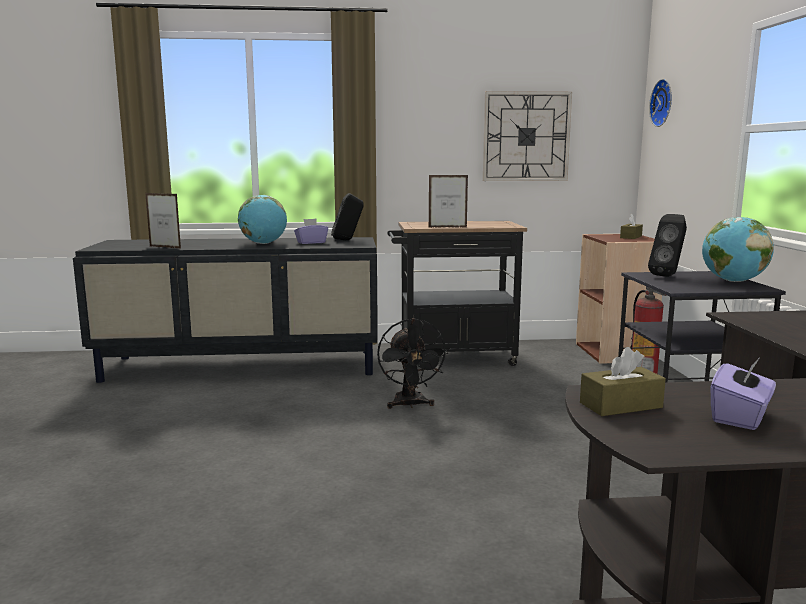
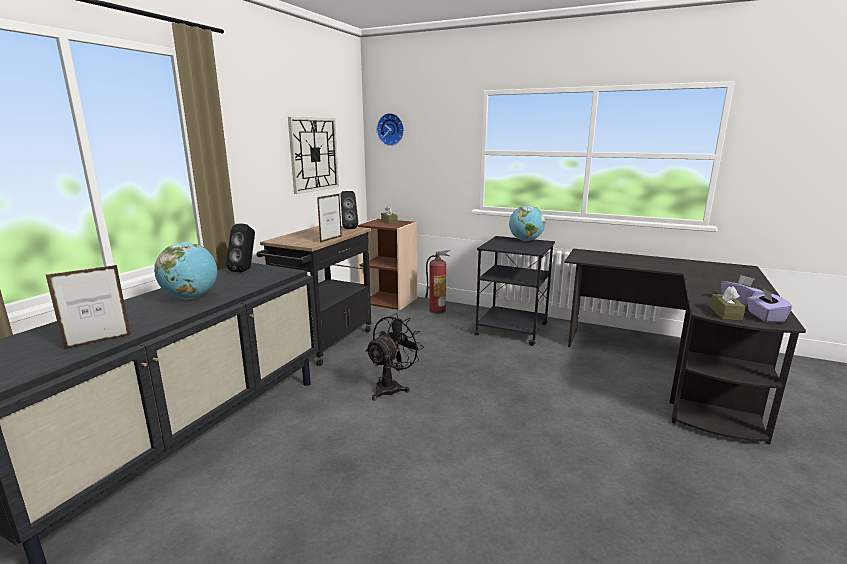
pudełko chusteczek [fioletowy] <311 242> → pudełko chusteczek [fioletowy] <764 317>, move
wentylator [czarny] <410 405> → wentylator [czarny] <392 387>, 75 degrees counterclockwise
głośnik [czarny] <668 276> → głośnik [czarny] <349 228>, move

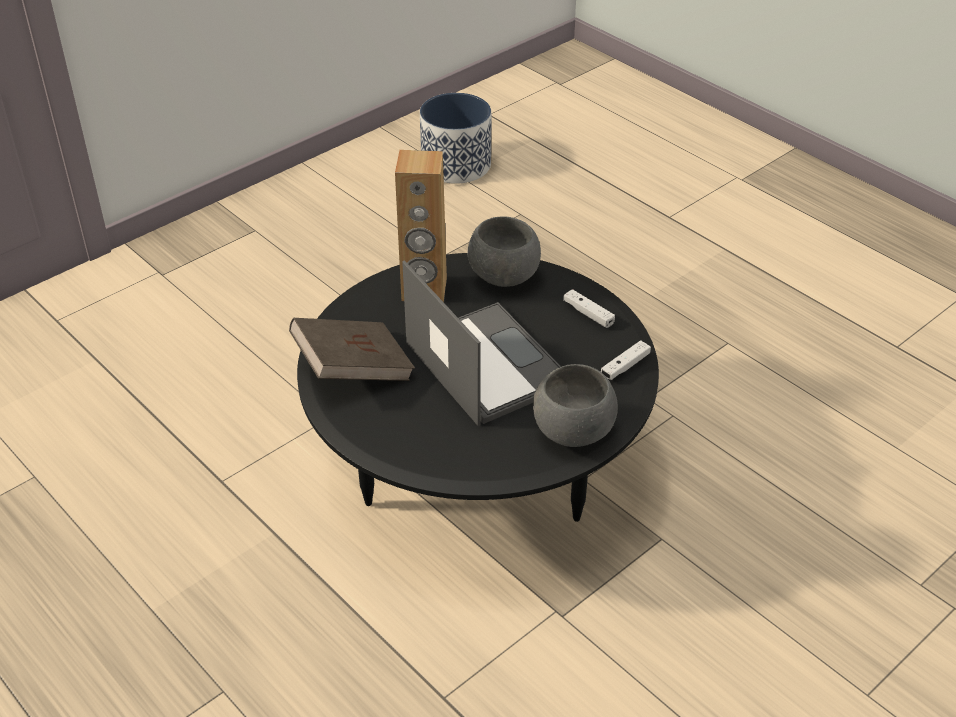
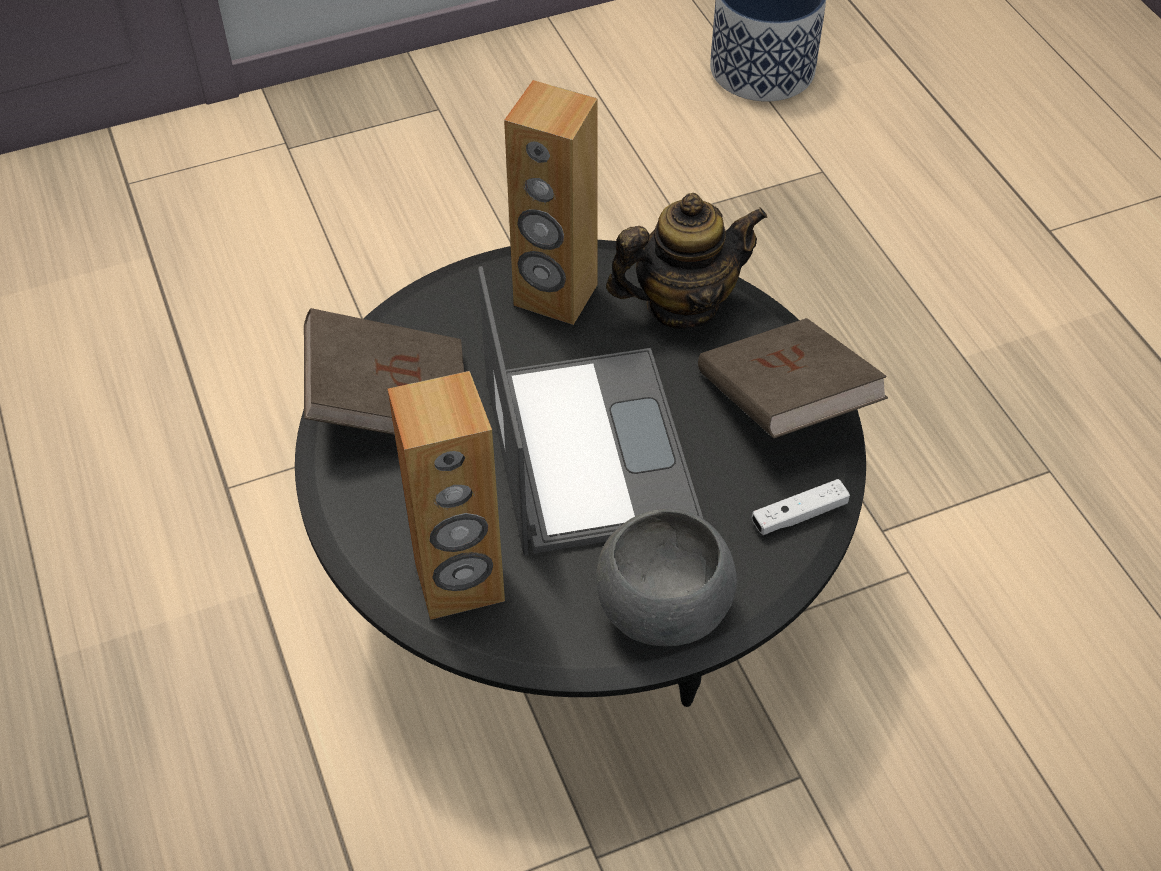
miska [szary] <503 277> → imbryk <682 305>
pad do gier [biały] <588 314> → książka [brązowy] <784 404>
- → głośnik [brązowy] <459 583>

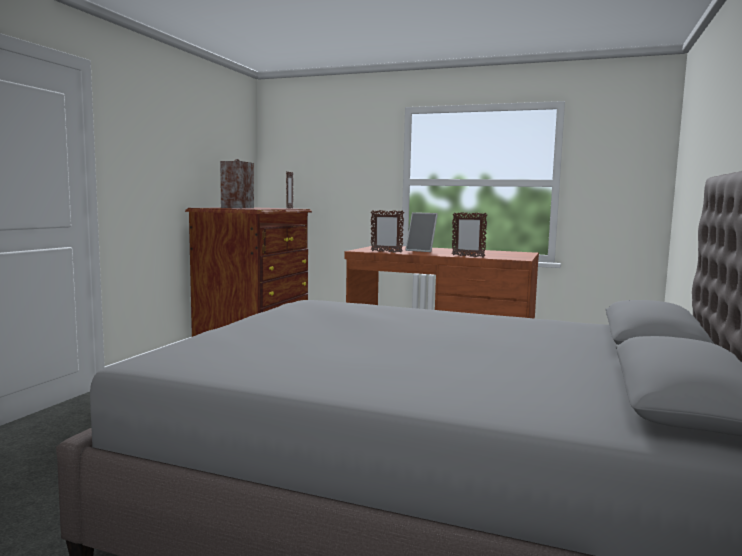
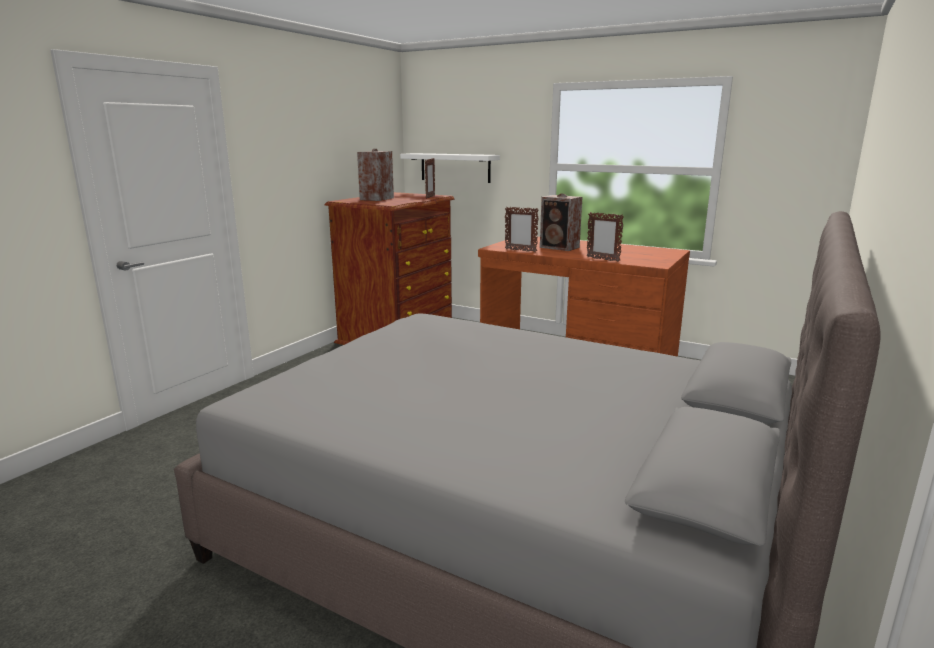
ramka na zdjęcie <421 250> → głośnik <560 247>
- → półka [biały] <455 167>

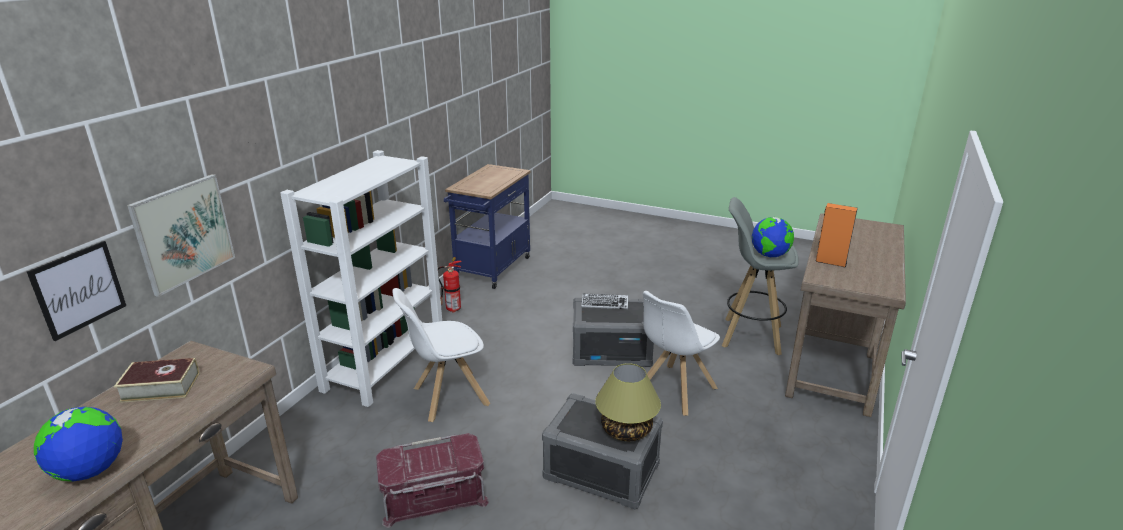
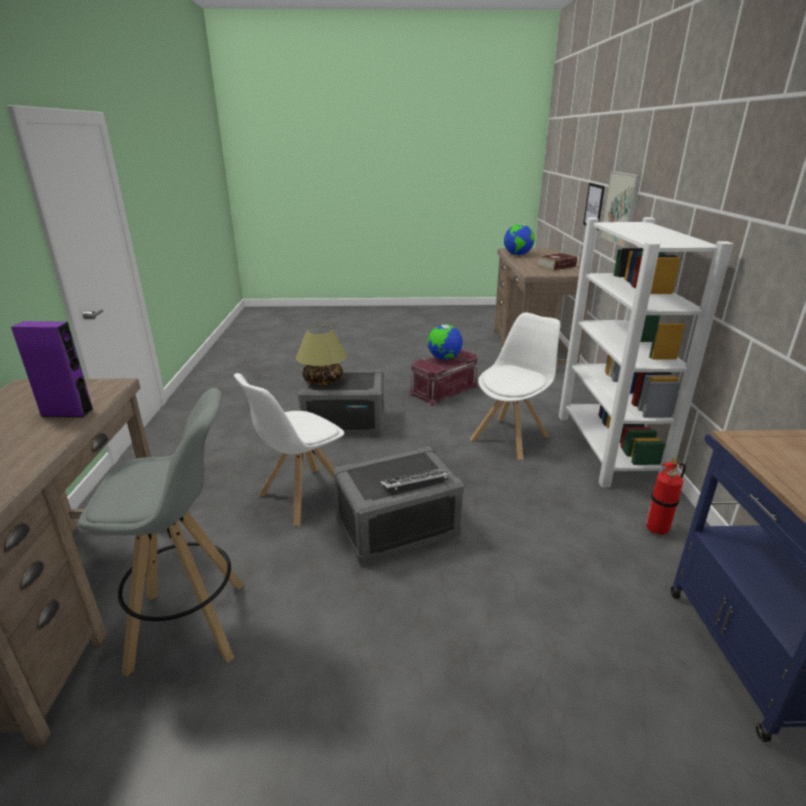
krzesło [biały] <674 391> → krzesło [biały] <302 497>, 150 degrees counterclockwise
globus <770 255> → globus <444 358>, move
głośnik [pomarańczowy] <831 262> → głośnik [fioletowy] <67 412>

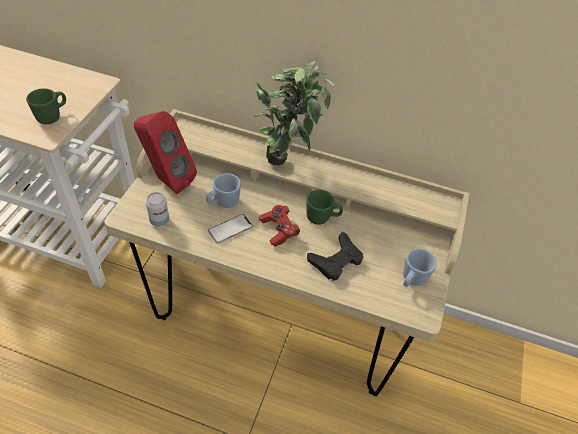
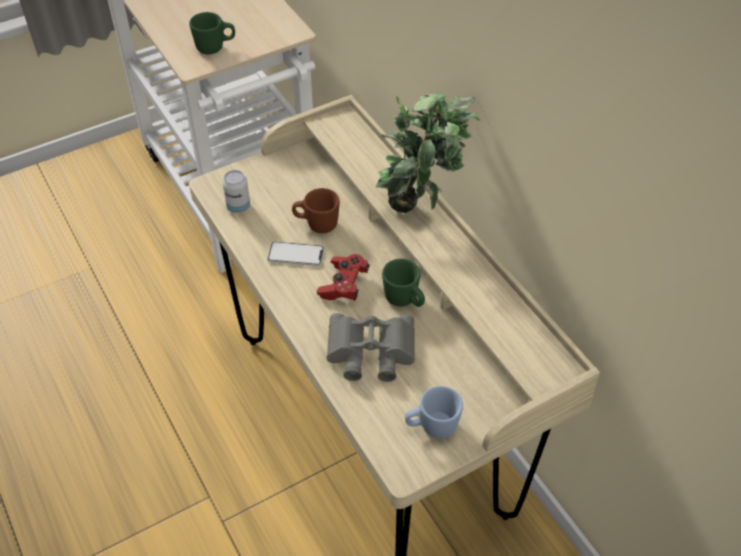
głośnik [czerwony] <167 180> → -
kubek [niebieski] <223 203> → kubek [brązowy] <316 224>
pad do gier [czarny] <336 260> → lornetka [szary] <370 352>

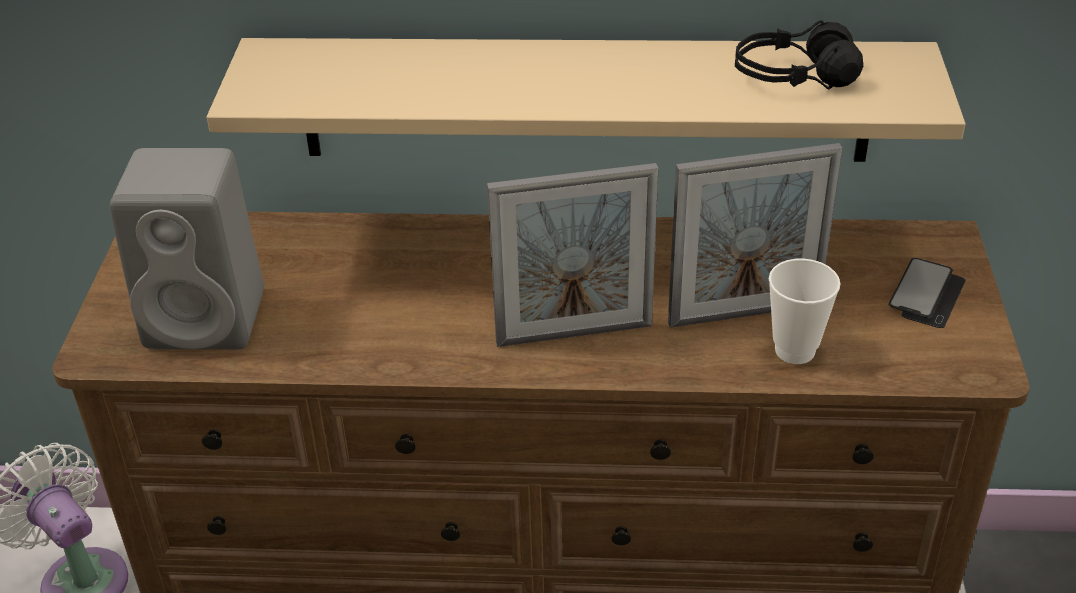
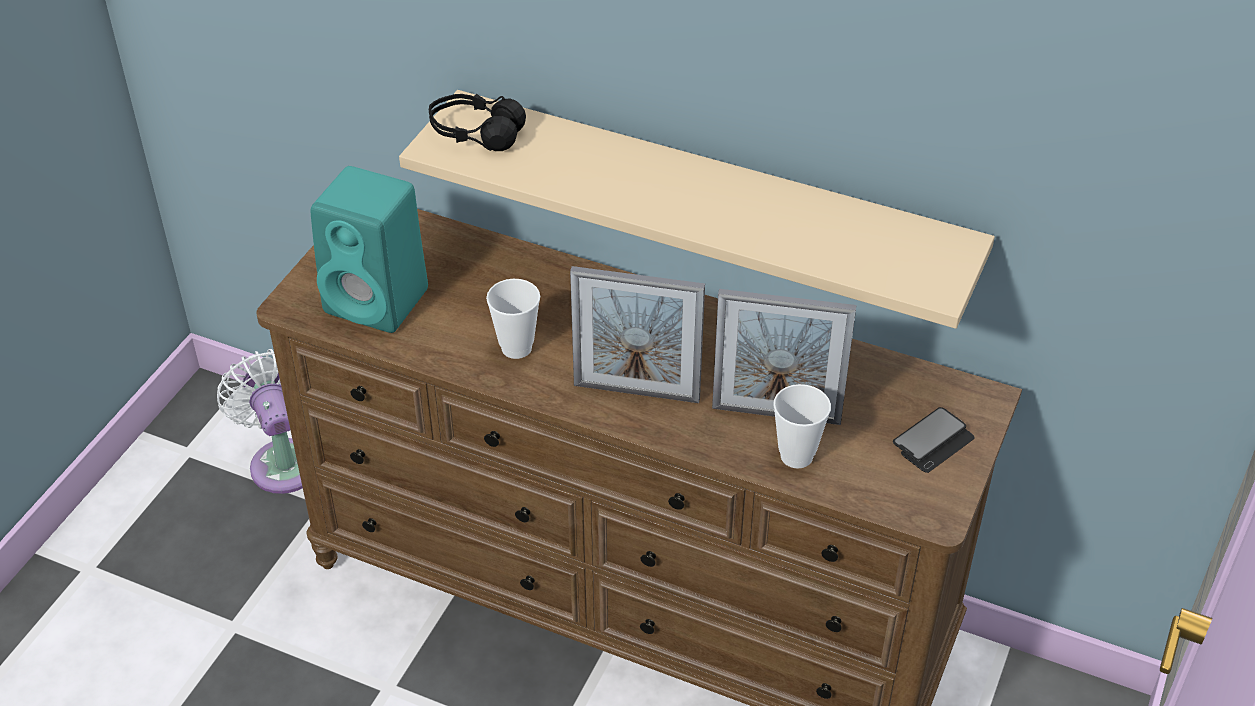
głośnik [szary] <210 318> → głośnik [turkusowy] <380 301>
słuchawki [czarny] <794 77> → słuchawki [czarny] <476 134>, move
- → filiżanka <516 348>

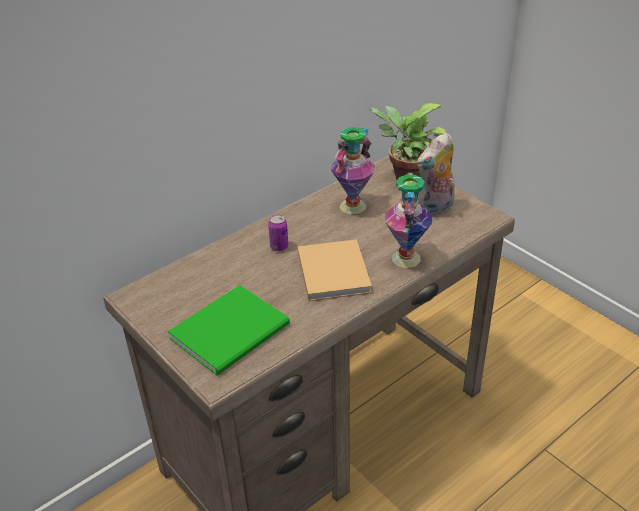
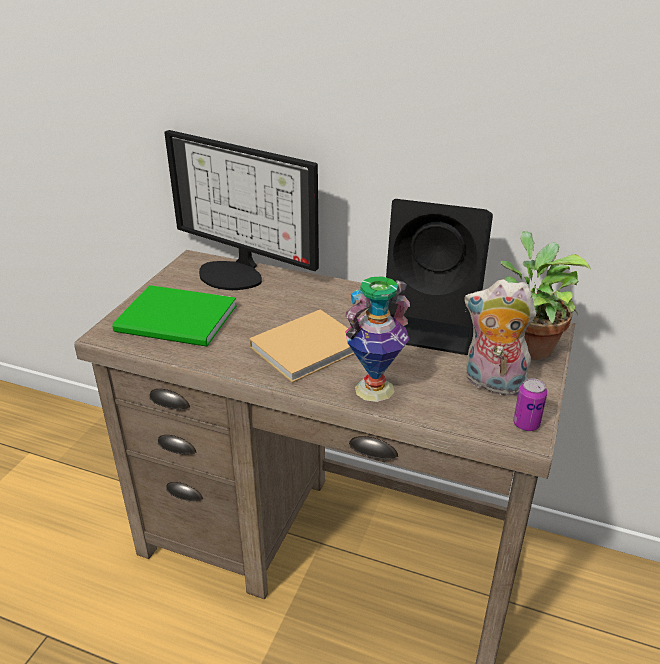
puszka <279 247> → puszka <526 424>, move
wazon <352 206> → głośnik [czarny] <435 325>
- → monitor <236 273>

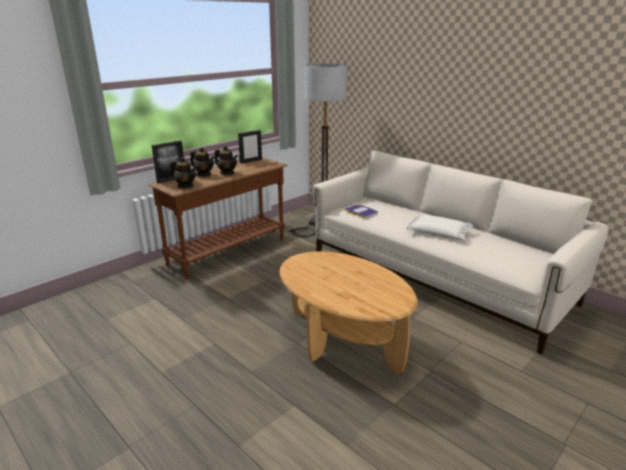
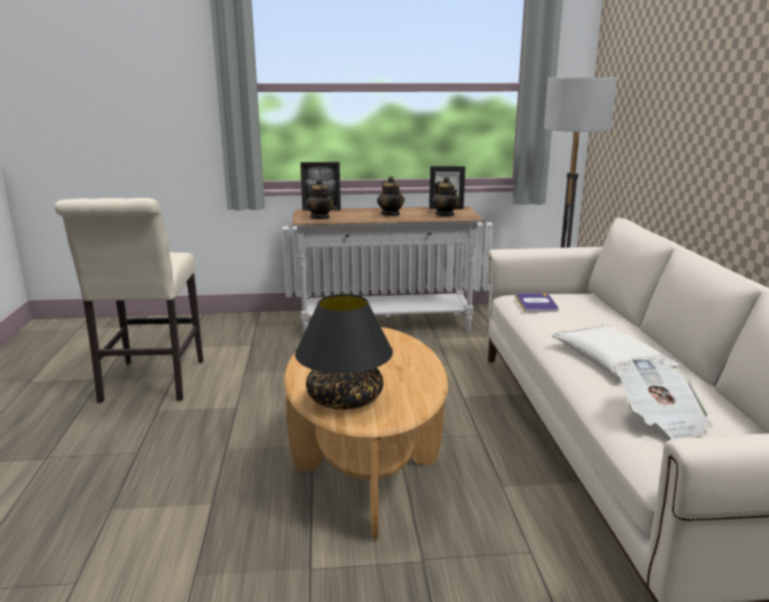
stolik konsolowy [brązowy] <229 252> → stolik konsolowy [biały] <386 326>
imbryk <204 174> → imbryk <445 215>, move
- → stołek [beżowy] <150 384>
- → lampa stołowa [czarny] <344 399>
- → gazeta <662 422>

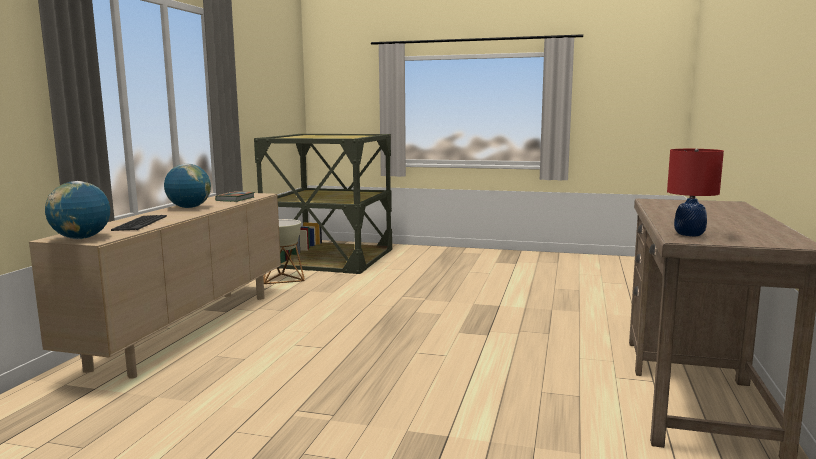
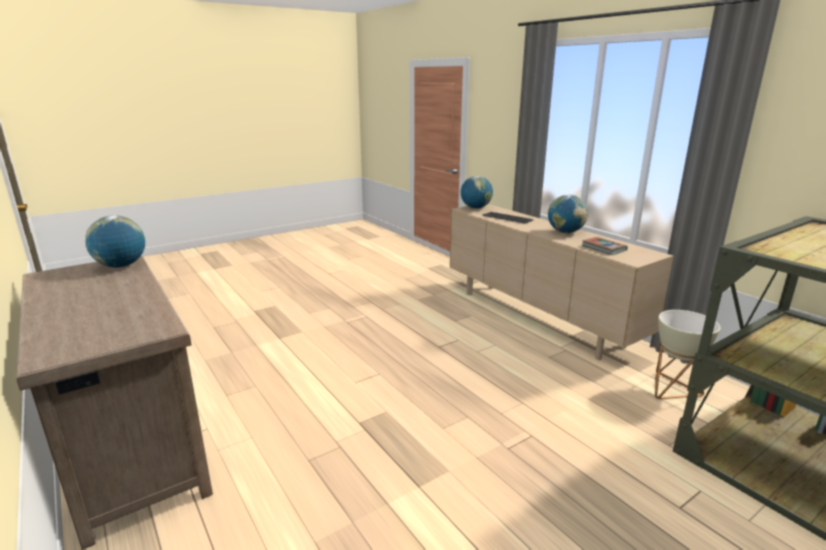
lampa stołowa [czerwony] <690 235> → globus <121 266>

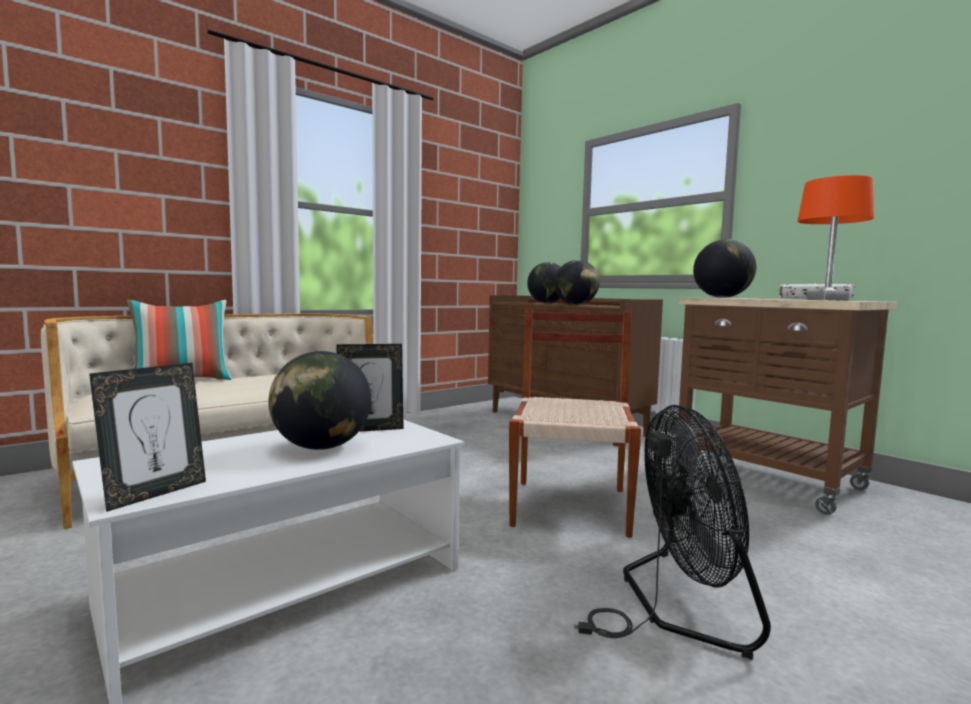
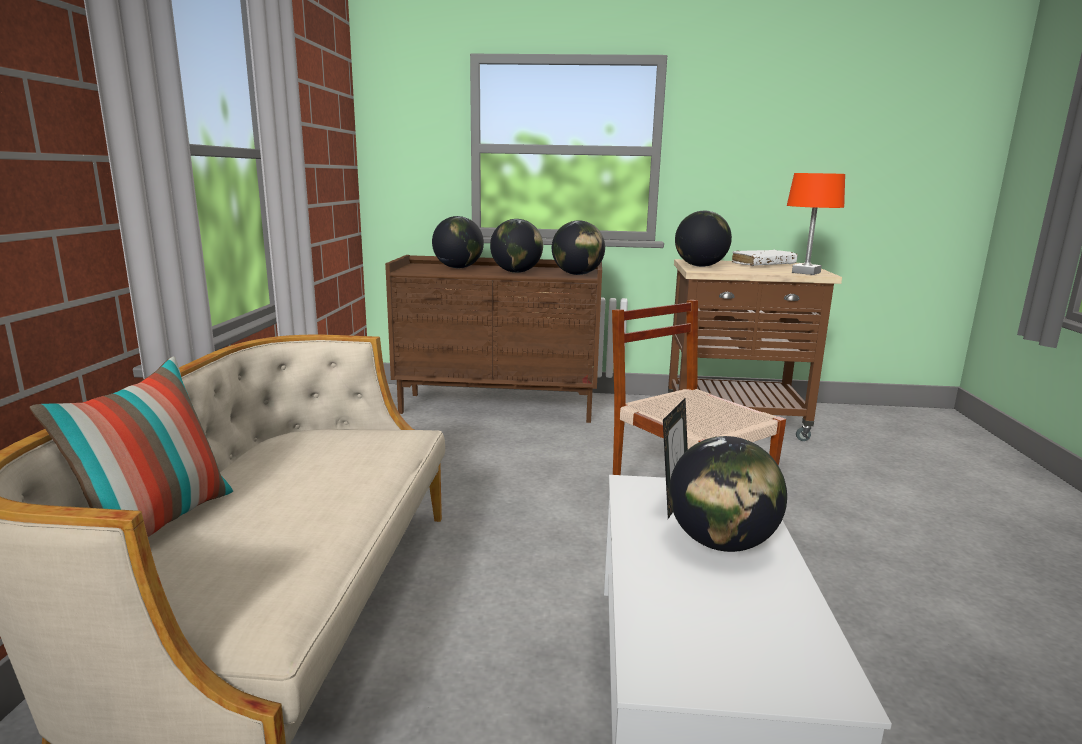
ramka na zdjęcie <155 493> → -
wentylator [czarny] <667 603> → -
- → globus <577 274>

